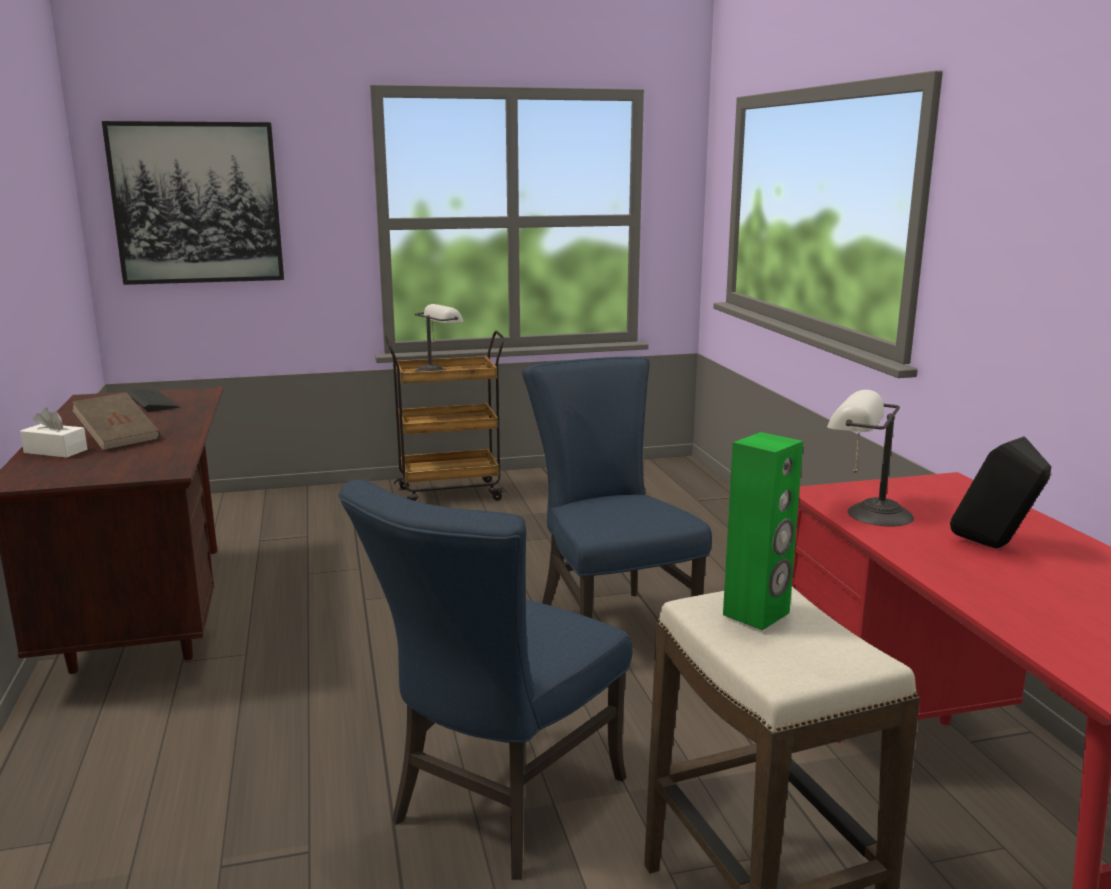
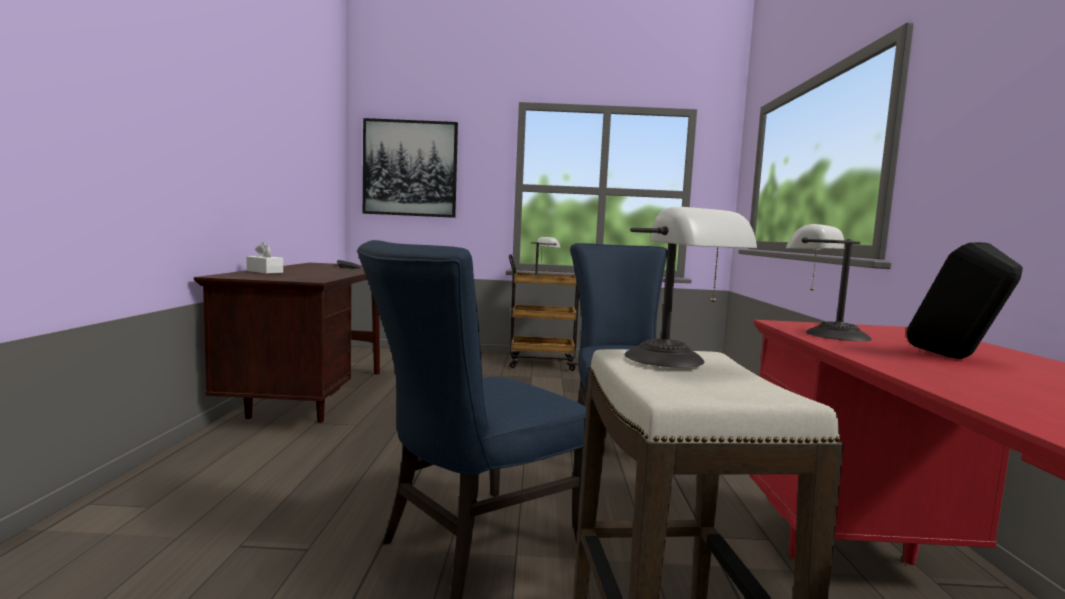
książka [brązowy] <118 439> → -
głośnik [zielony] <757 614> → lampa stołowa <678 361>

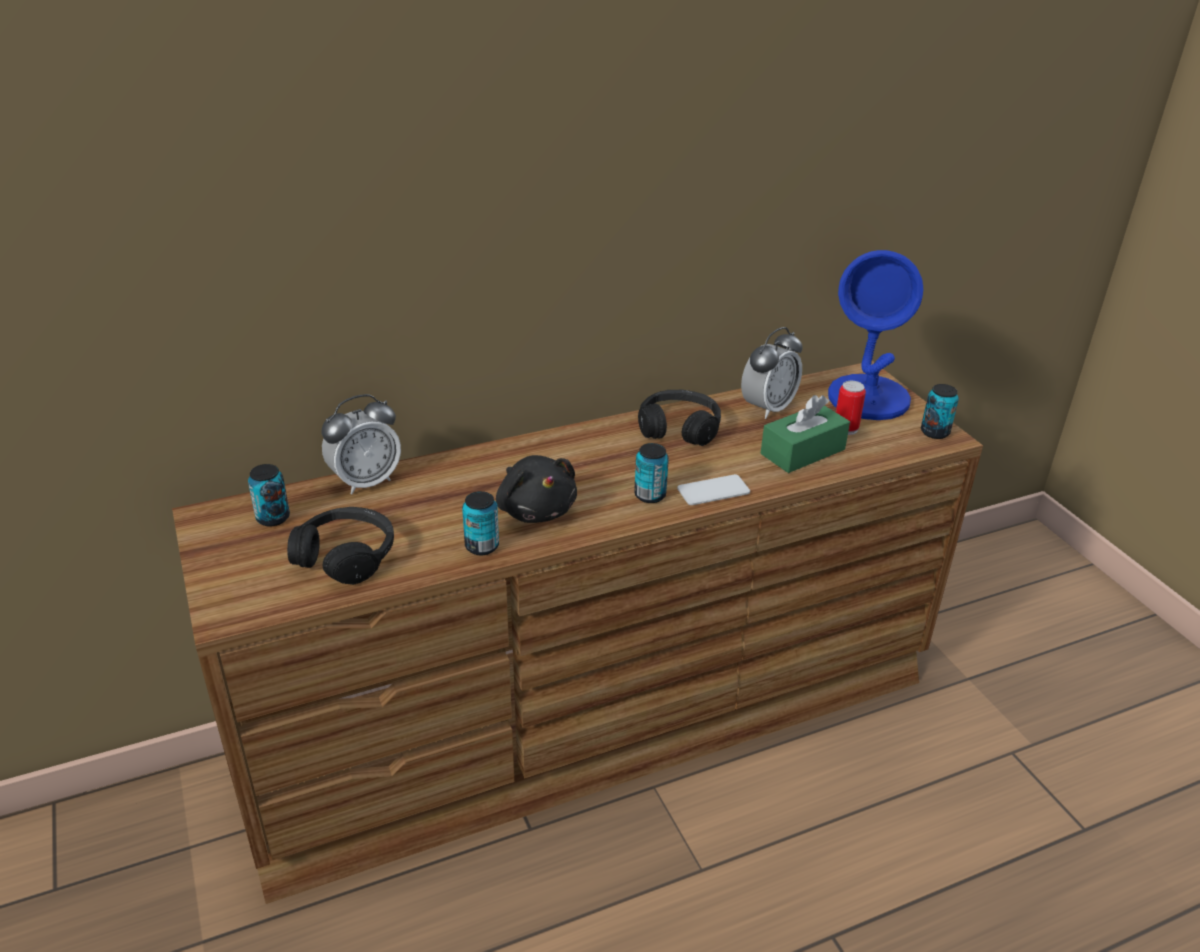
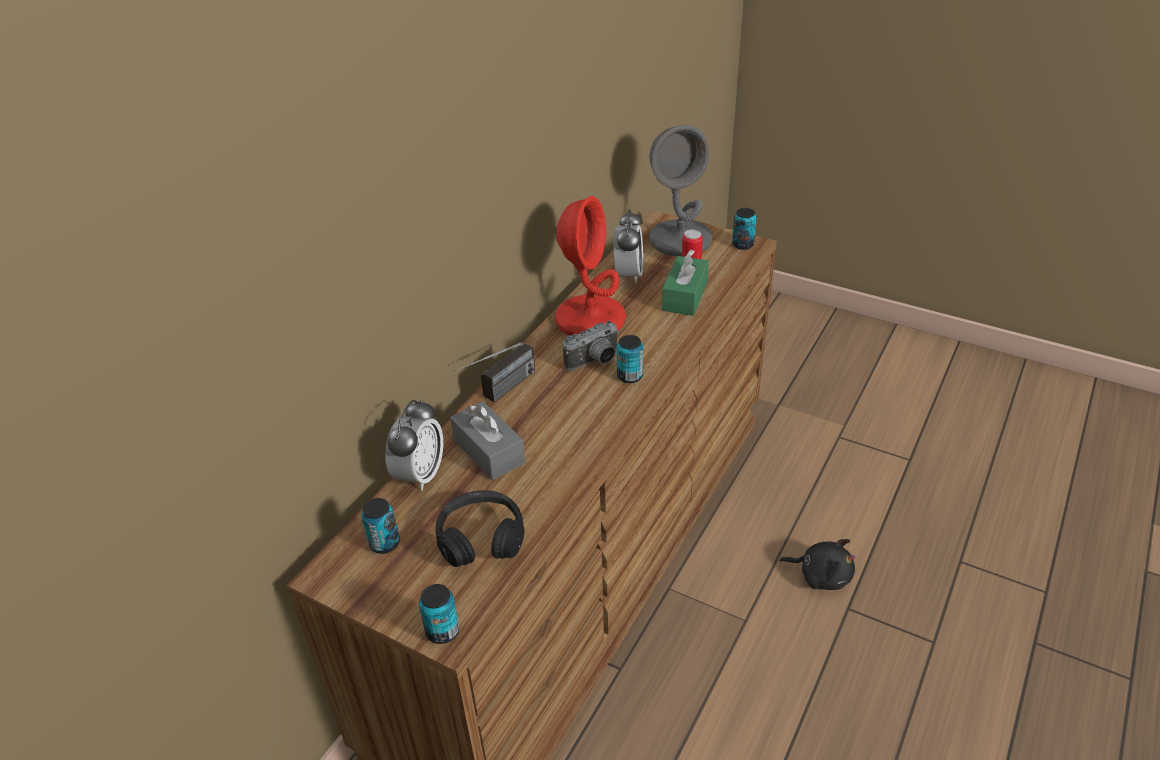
puszka <482 546> → puszka <442 631>, move
pluszak [czarny] <536 509> → pluszak [czarny] <821 575>, move
słuchawki [czarny] <679 428> → lampa stołowa [czerwony] <590 318>
telefon <713 491> → -
lampa stołowa [niebieski] <869 399> → lampa stołowa [szary] <680 239>
- → pudełko chusteczek [szary] <489 451>
- → radio <499 393>
- → aparat fotograficzny <595 362>

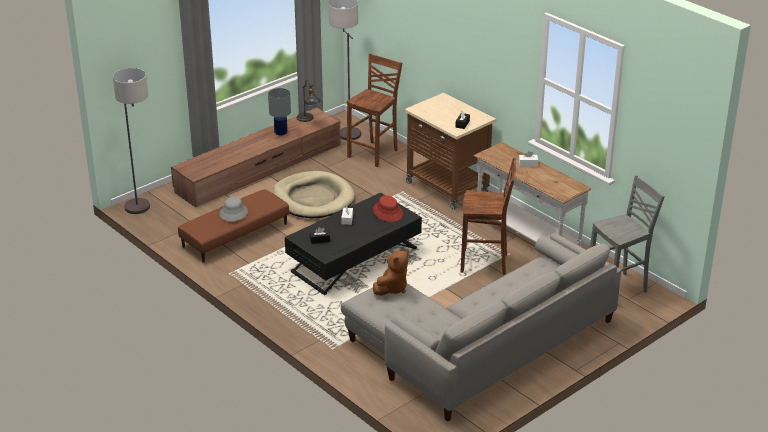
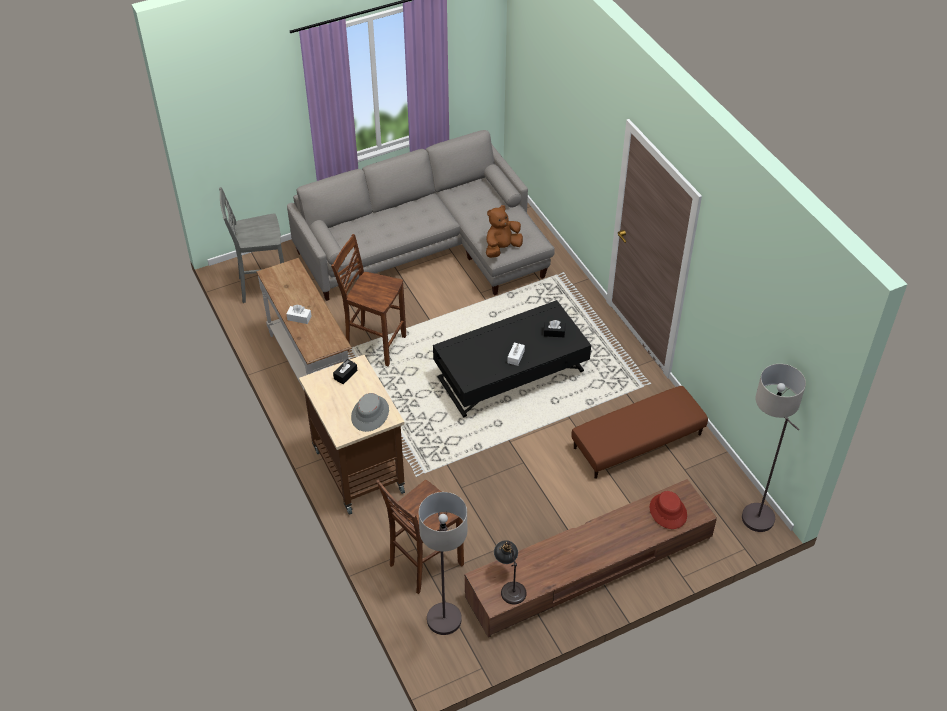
kapelusz [szary] <233 213> → kapelusz [szary] <370 414>, move
lampa stołowa [szary] <280 133> → -
legowisko [beżowy] <313 199> → -
kapelusz [czerwony] <388 212> → kapelusz [czerwony] <667 511>, move

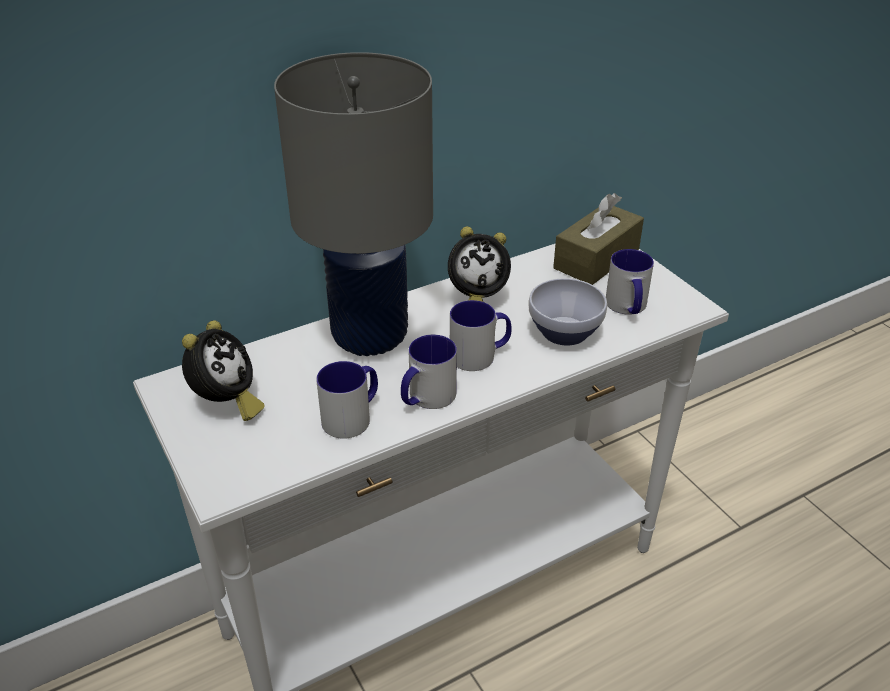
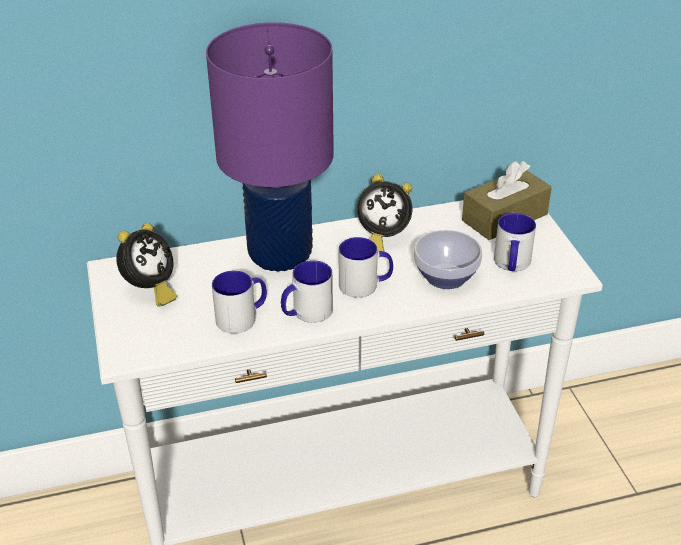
lampa stołowa [szary] <371 339> → lampa stołowa [fioletowy] <281 257>

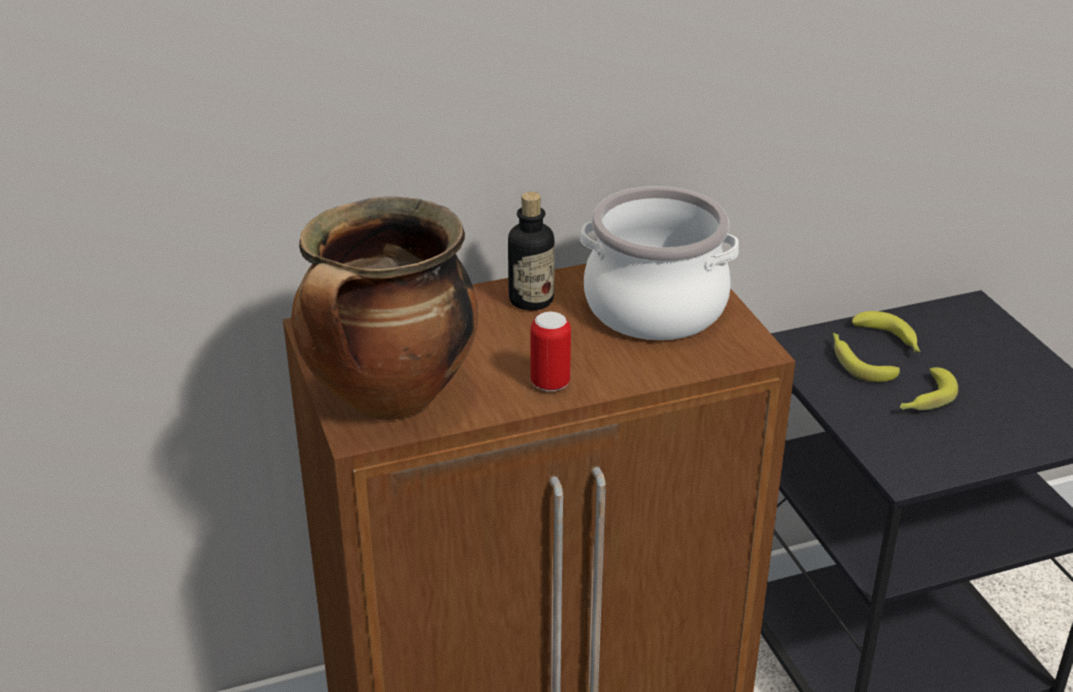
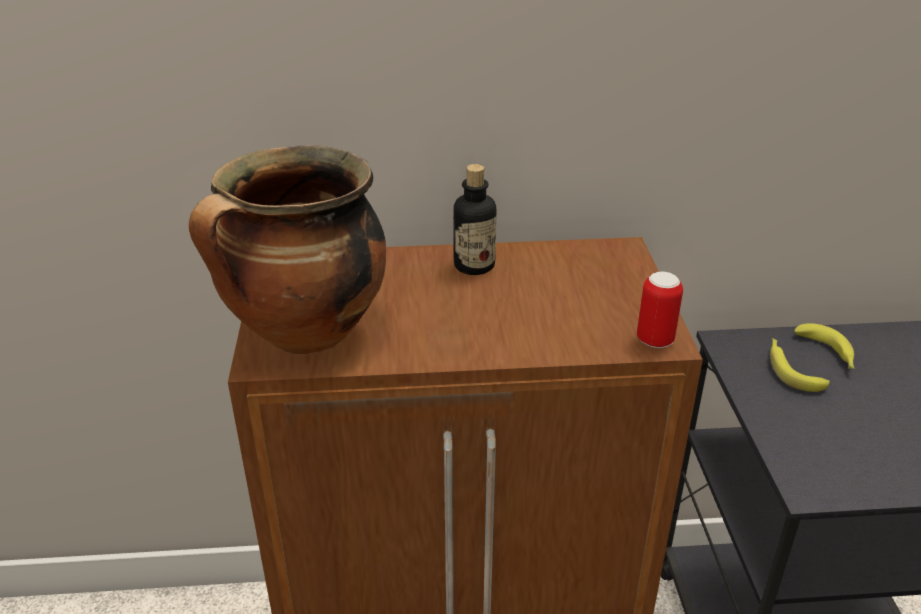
puszka <550 383> → puszka <655 340>, move
garnek <655 308> → -
banan <924 399> → -

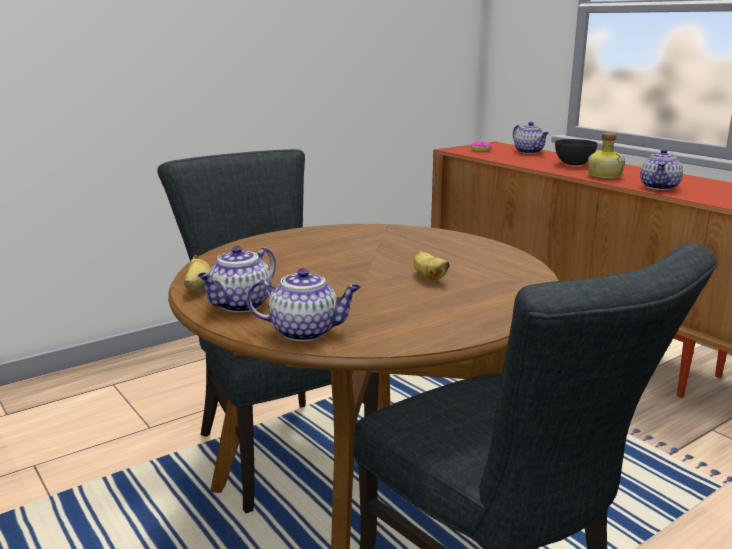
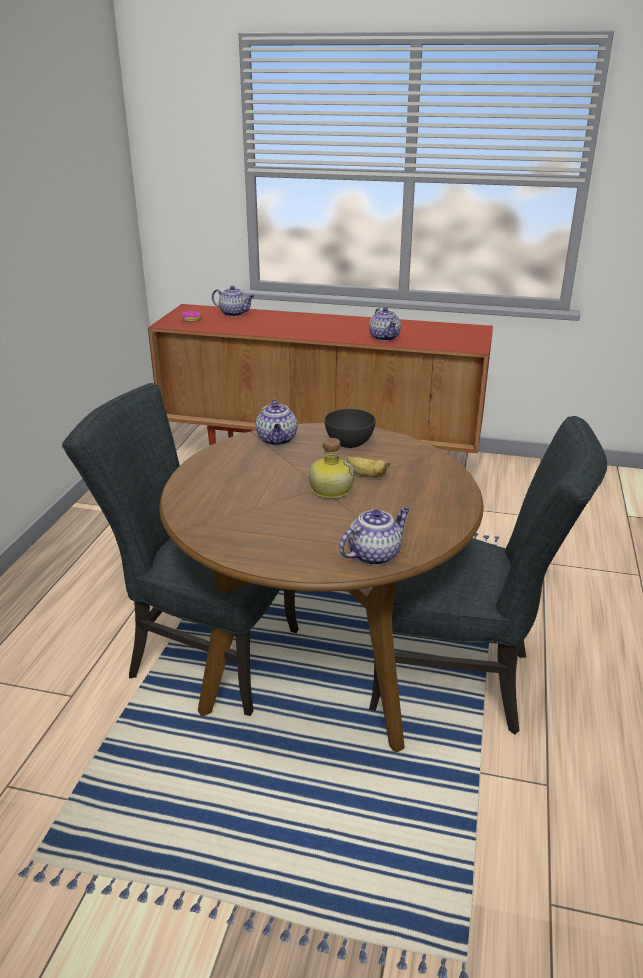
banan <197 288> → -
imbryk <240 305> → imbryk <277 440>, move
miska [szary] <574 164> → miska [szary] <350 443>, move
butelka <604 176> → butelka <330 489>, move

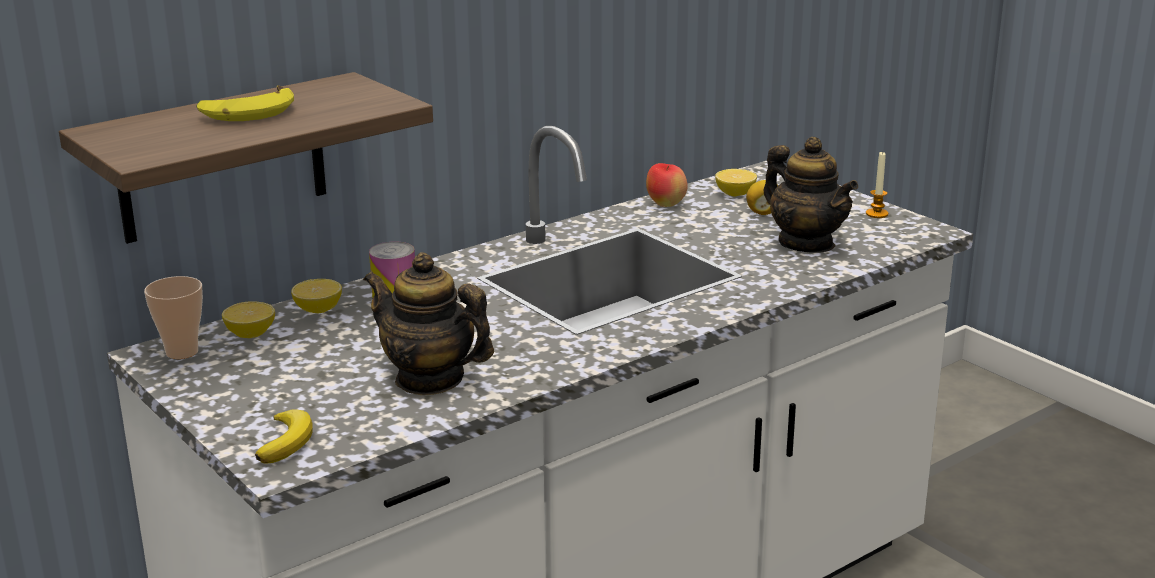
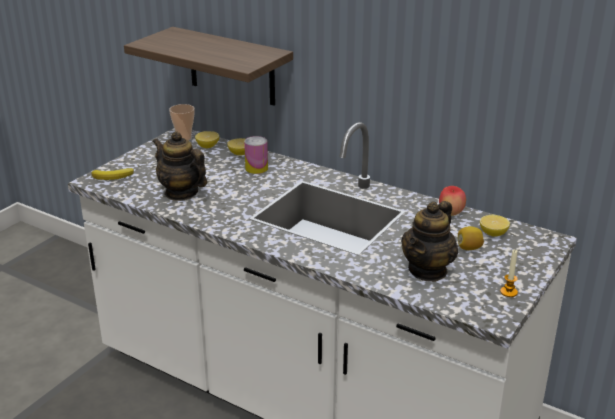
banan <247 112> → -
imbryk <430 379> → imbryk <181 193>, 60 degrees counterclockwise

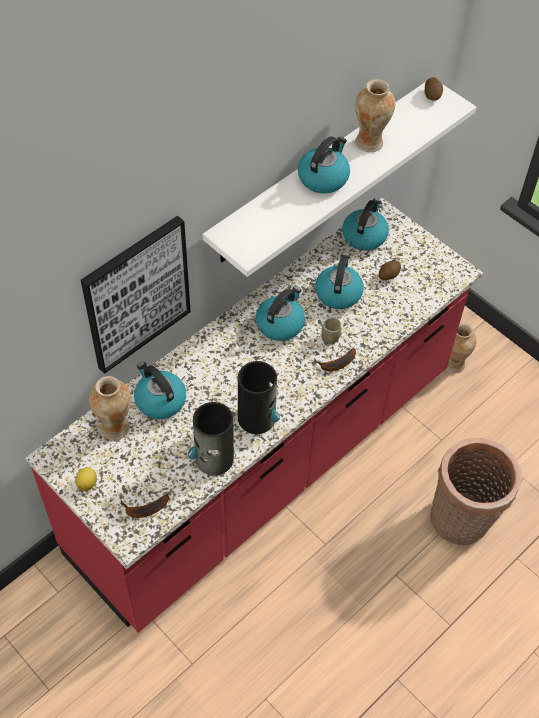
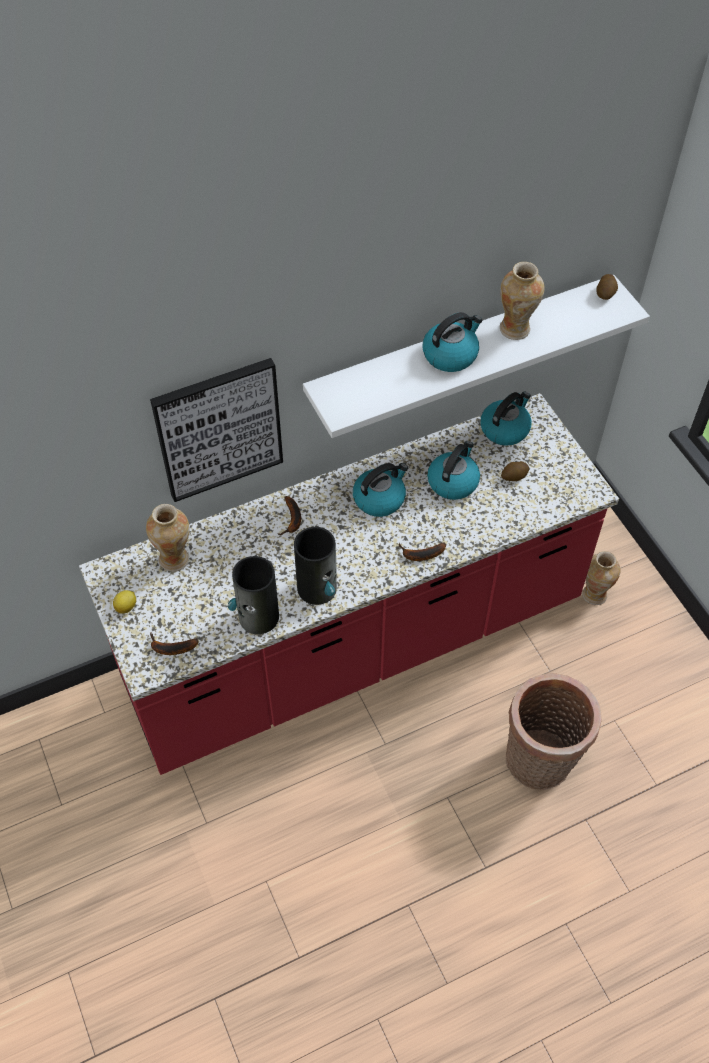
czajnik <160 400> → -
filiżanka <330 338> → -
- → banan <292 520>

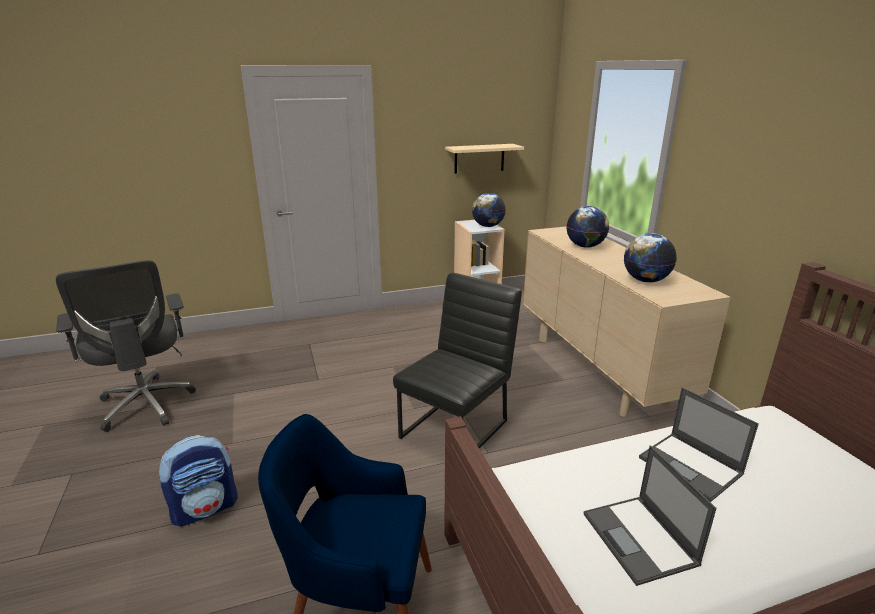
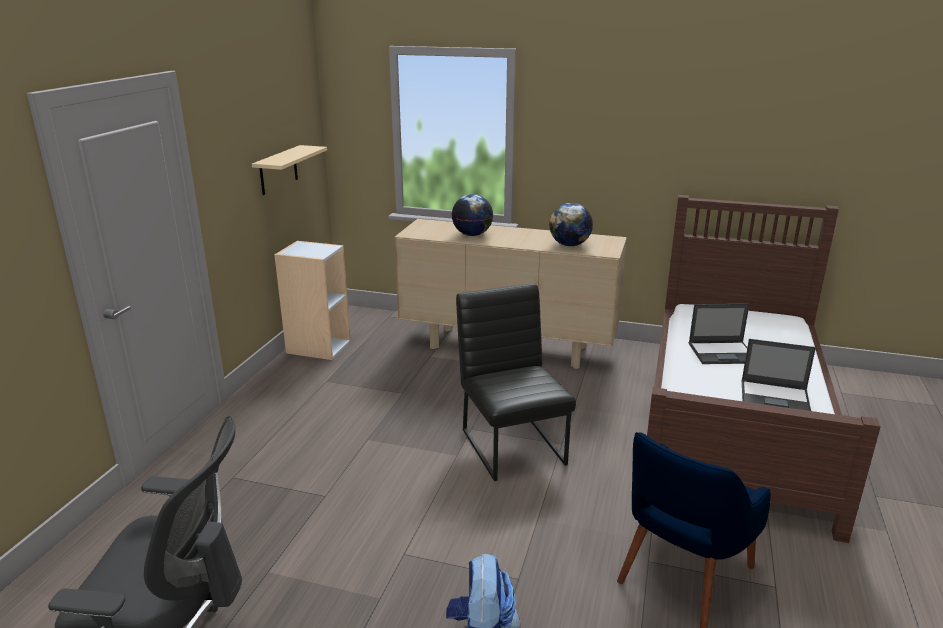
globus <487 226> → -

